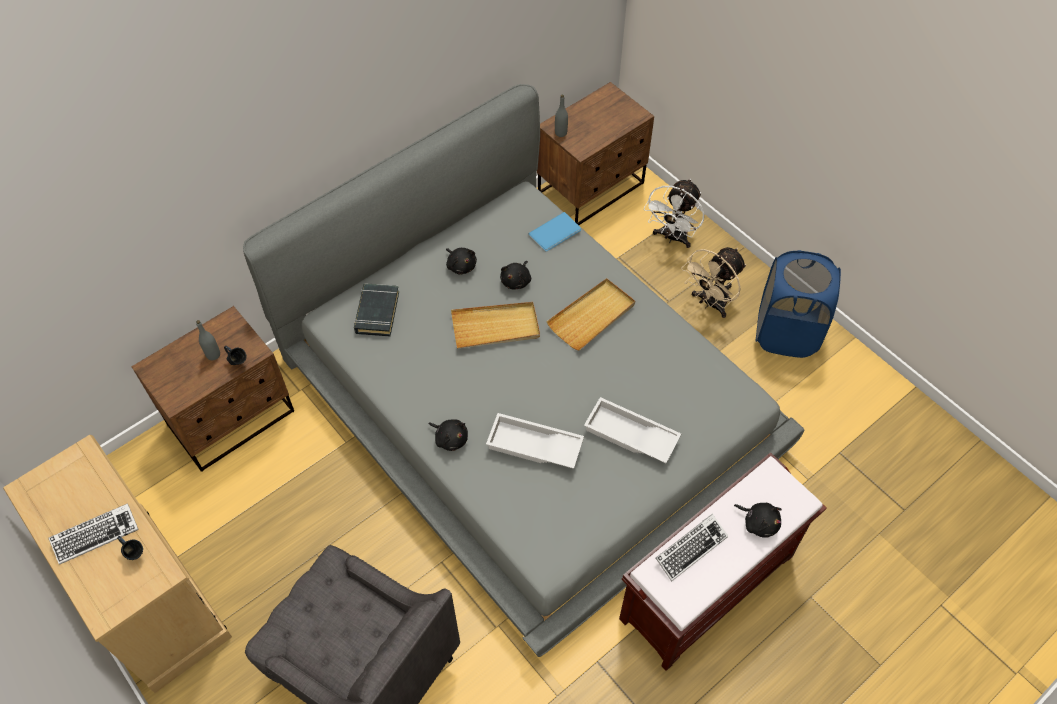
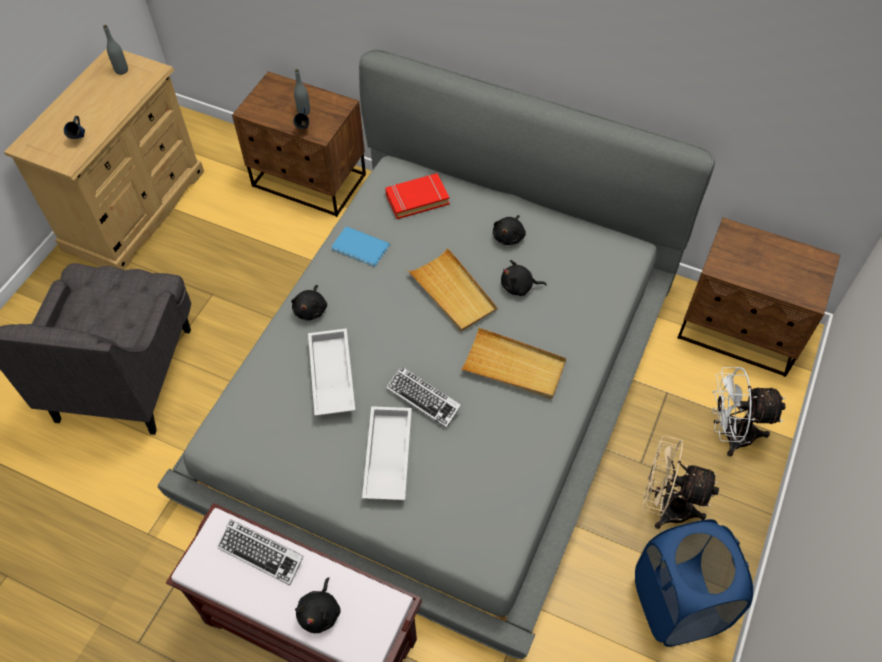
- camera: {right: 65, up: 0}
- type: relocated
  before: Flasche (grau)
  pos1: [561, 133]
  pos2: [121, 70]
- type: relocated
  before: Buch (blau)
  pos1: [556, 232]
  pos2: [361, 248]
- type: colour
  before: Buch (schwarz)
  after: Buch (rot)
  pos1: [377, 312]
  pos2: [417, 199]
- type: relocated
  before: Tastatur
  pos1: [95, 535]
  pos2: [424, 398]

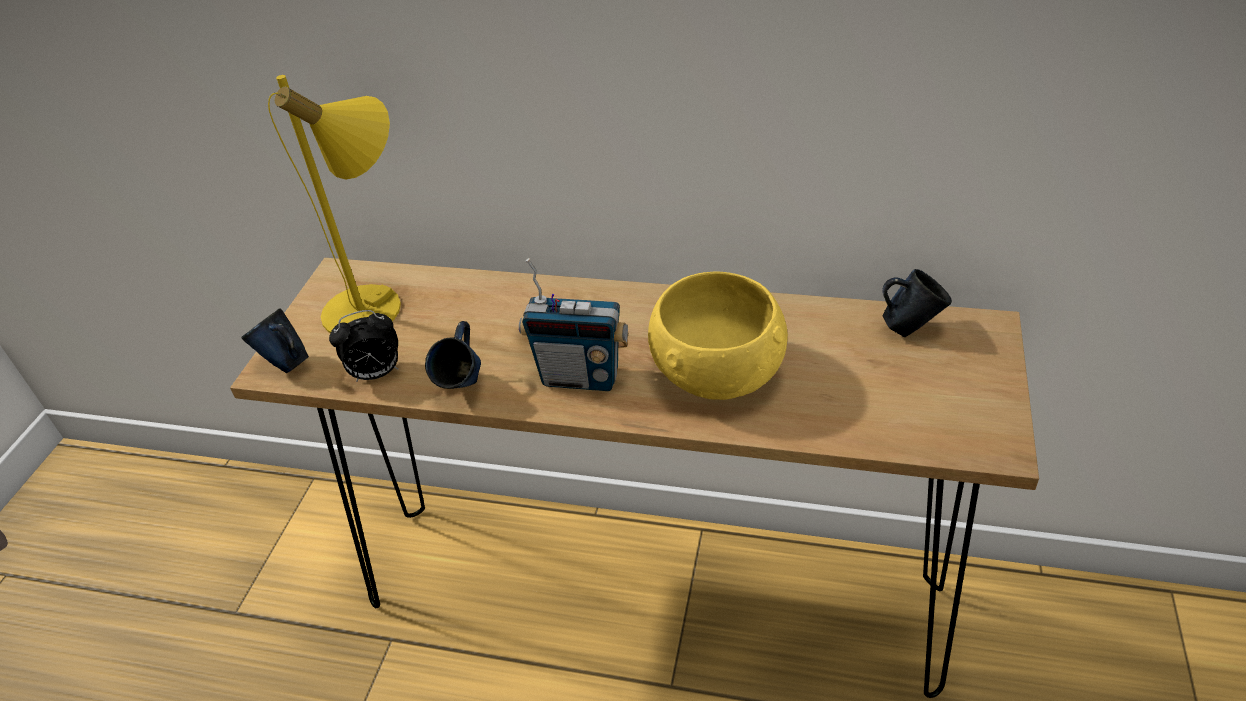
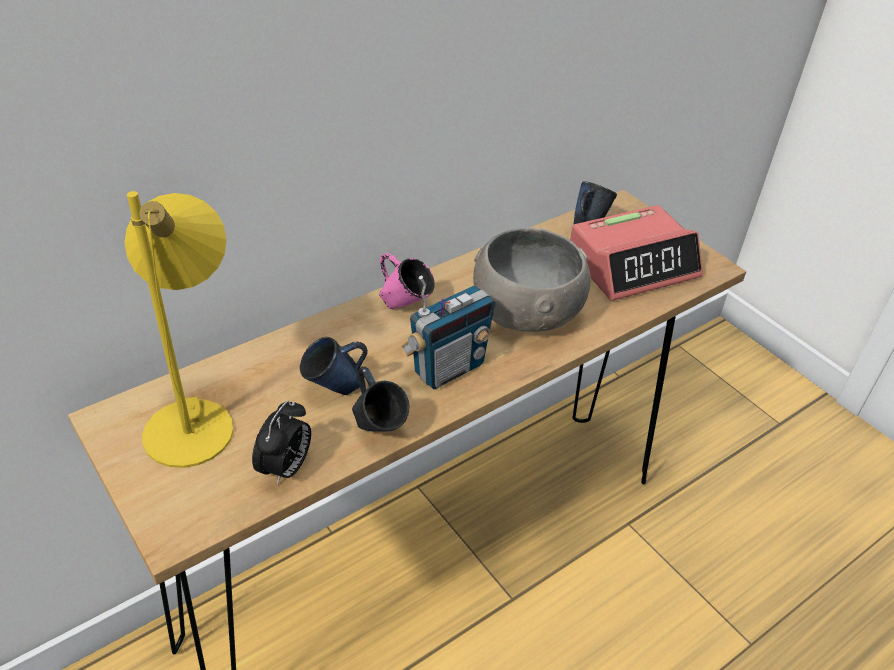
- camera: {right: -55, up: 0}
- type: colour
  before: Schüssel (gelb)
  after: Schüssel (grau)
  pos1: [717, 371]
  pos2: [525, 311]
- type: relocated
  before: Henkelbecher (blau)
  pos1: [286, 365]
  pos2: [335, 391]
- type: appeared
  after: Wecker
  pos2: [633, 265]
- type: appeared
  after: Henkelbecher (rosa)
  pos2: [404, 307]

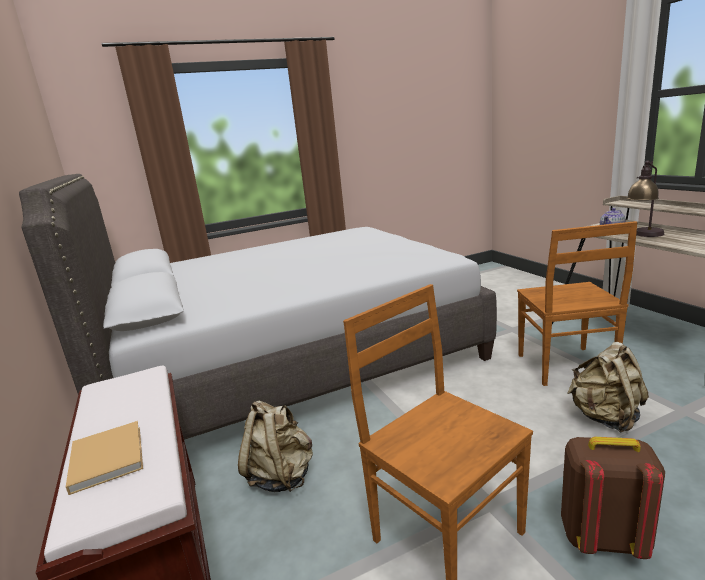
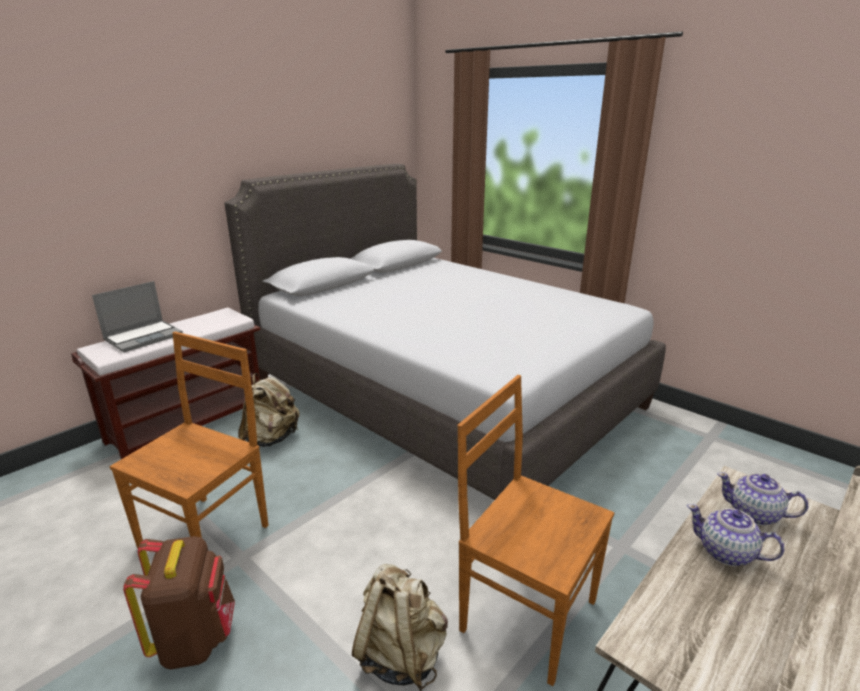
- camera: {right: 65, up: 5}
- type: exchanged
  before: Tischlampe
  after: Teekanne
  pos1: [643, 236]
  pos2: [726, 553]
- type: spun
  before: Stuhl (braun)
  pos1: [566, 367]
  pos2: [525, 613]
  turn: 60
- type: exchanged
  before: Buch (beige)
  after: Laptop
  pos1: [107, 456]
  pos2: [144, 337]

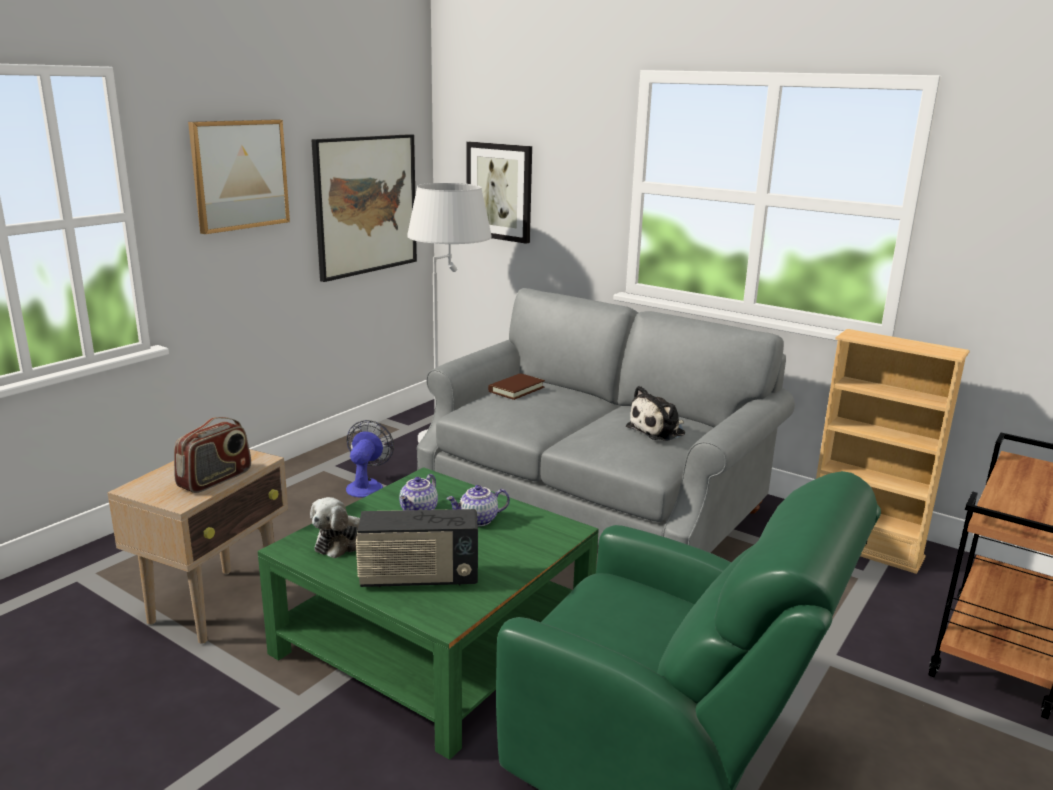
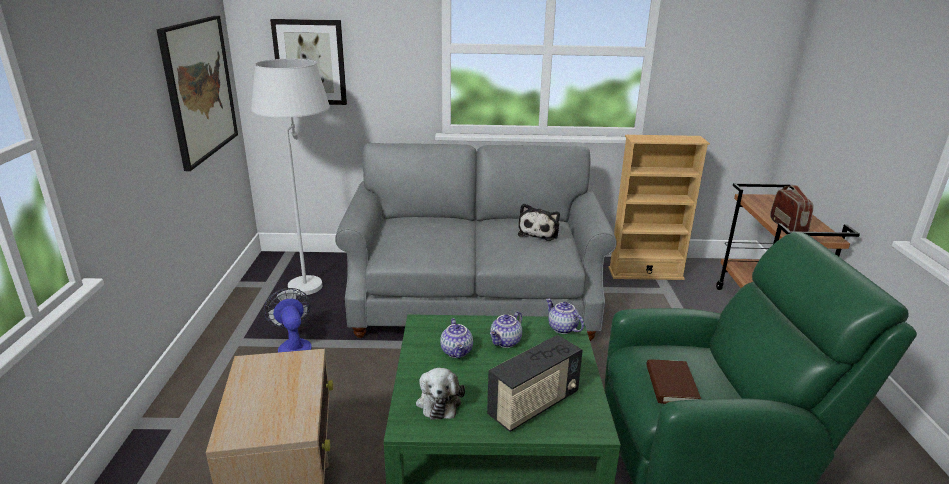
- camera: {right: -35, up: 5}
- type: missing
  before: Bild
  pos1: [239, 174]
- type: relocated
  before: Buch (braun)
  pos1: [516, 389]
  pos2: [671, 385]
- type: relocated
  before: Radio
  pos1: [215, 479]
  pos2: [787, 226]
- type: appeared
  after: Teekanne
  pos2: [562, 328]

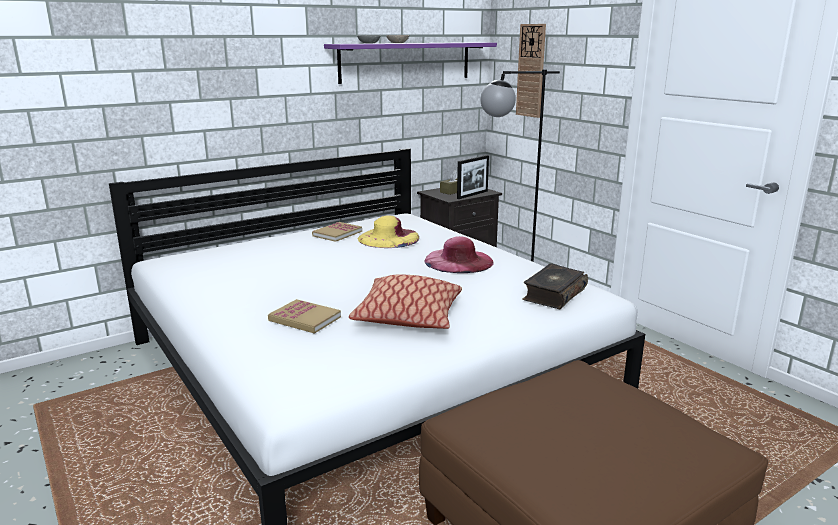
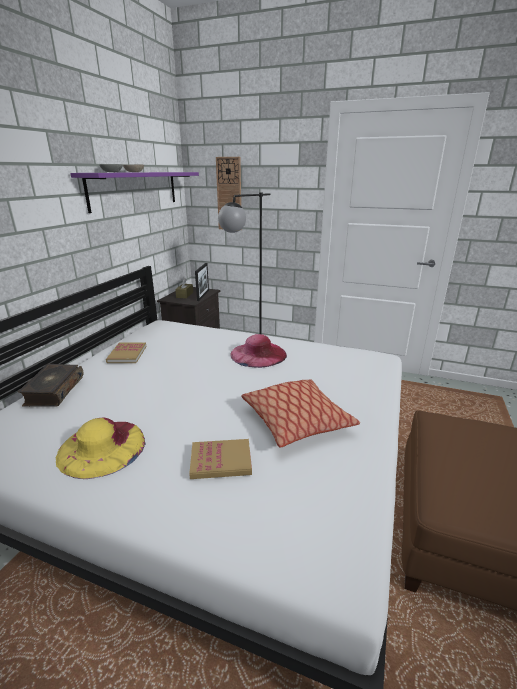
- camera: {right: -35, up: 5}
- type: relocated
  before: Hut (gelb)
  pos1: [388, 238]
  pos2: [102, 447]
- type: relocated
  before: Buch
  pos1: [553, 295]
  pos2: [54, 391]

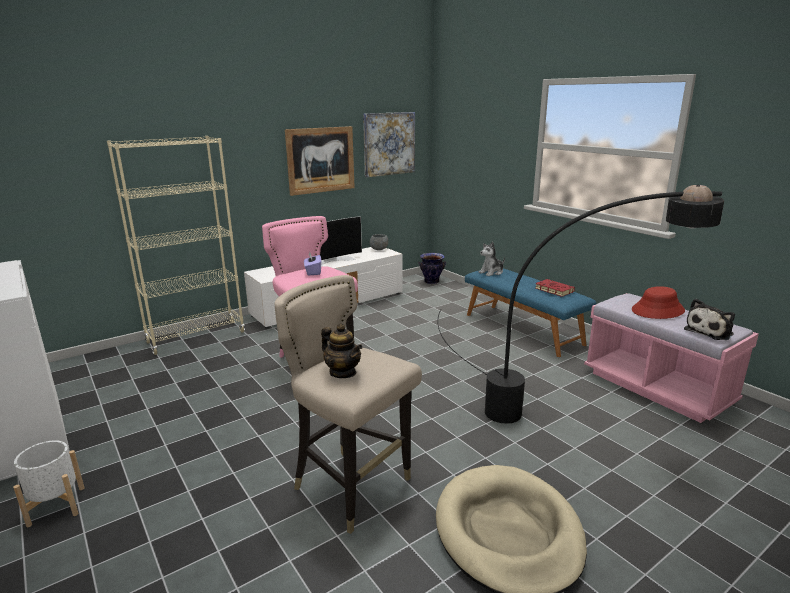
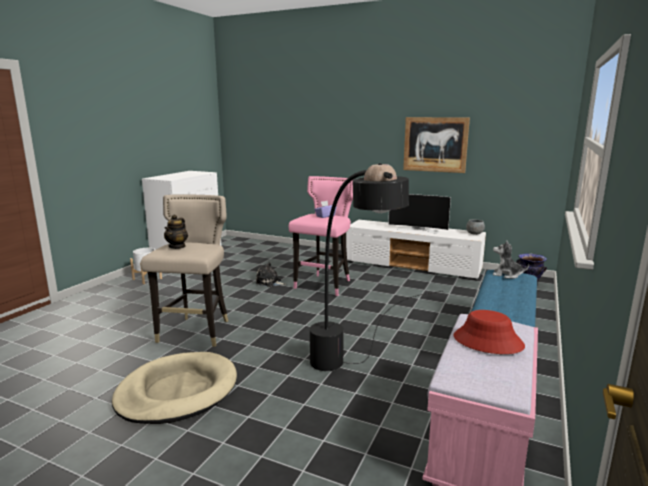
- camera: {right: 60, up: -5}
- type: missing
  before: Bild
  pos1: [389, 144]
- type: missing
  before: Bücherregal (beige)
  pos1: [196, 337]
- type: missing
  before: Buch (rot)
  pos1: [553, 290]
- type: relocated
  before: Plüschtier
  pos1: [710, 331]
  pos2: [269, 282]

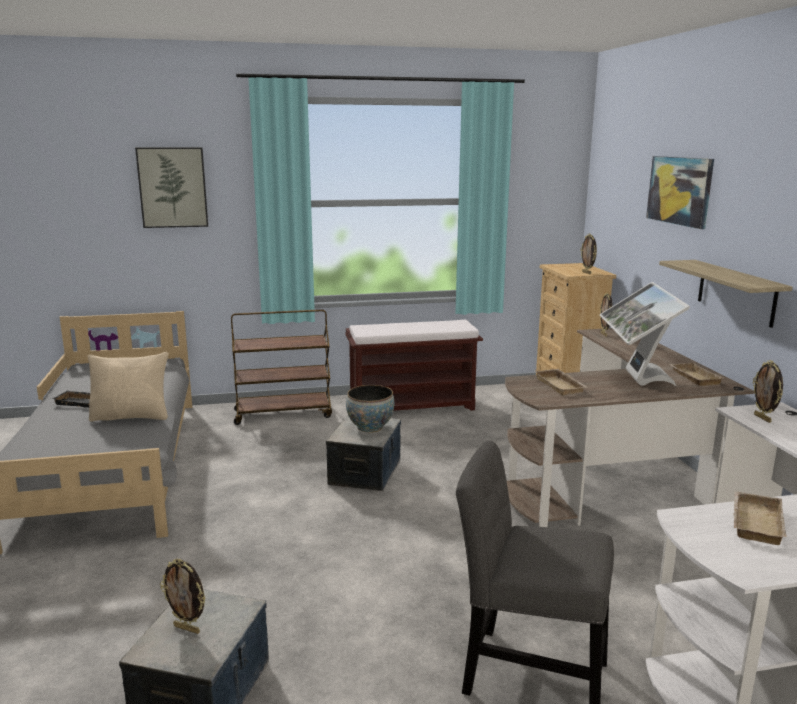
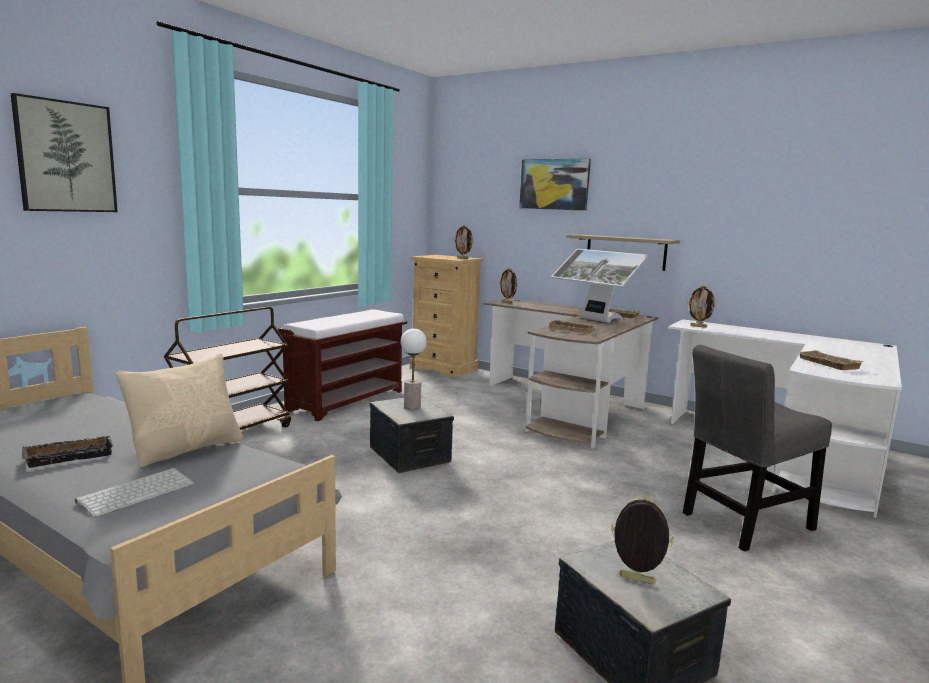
- camera: {right: -45, up: -5}
- type: exchanged
  before: Schüssel
  after: Tischlampe
  pos1: [370, 427]
  pos2: [412, 406]
- type: spun
  before: Bilderrahmen
  pos1: [187, 628]
  pos2: [636, 580]
  turn: -135
- type: appeared
  after: Tastatur
  pos2: [137, 492]

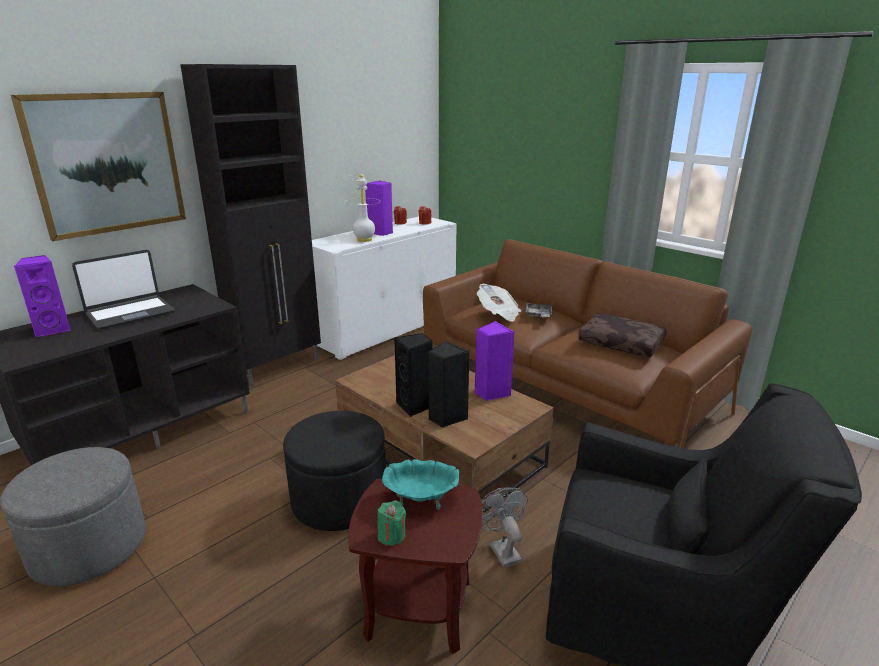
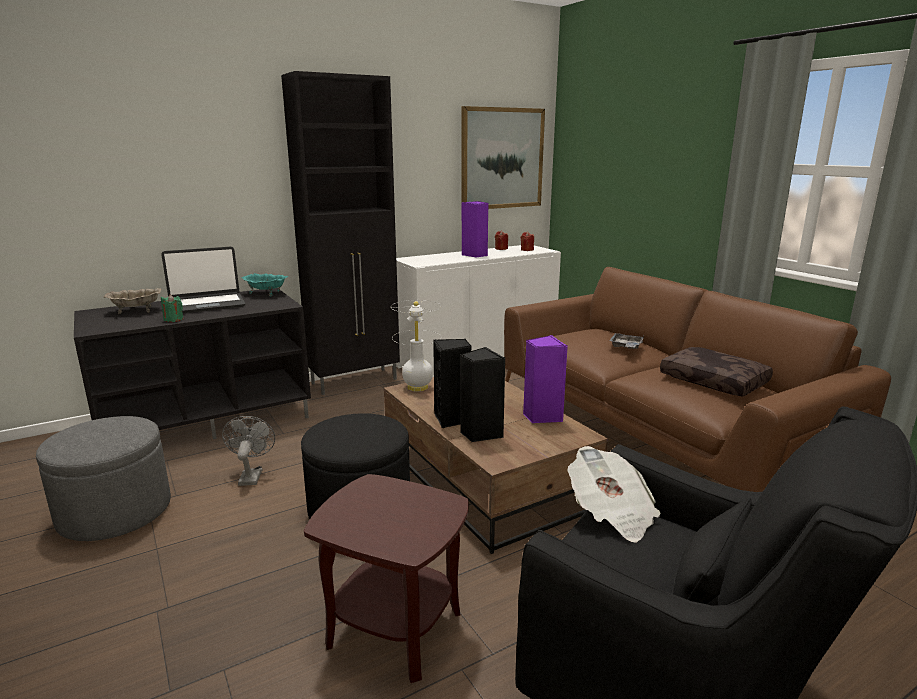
- camera: {right: 15, up: -5}
- type: relocated
  before: Bild
  pos1: [107, 163]
  pos2: [502, 158]
- type: relocated
  before: Tischlampe (weiß)
  pos1: [364, 240]
  pos2: [417, 387]
- type: exchanged
  before: Lautsprecher (lila)
  after: Schüssel (beige)
  pos1: [53, 329]
  pos2: [136, 311]
- type: relocated
  before: Zeitung
  pos1: [498, 314]
  pos2: [612, 514]
- type: relocated
  before: Schüssel (türkis)
  pos1: [421, 498]
  pos2: [267, 293]
- type: relocated
  before: Ventilator (grau)
  pos1: [501, 549]
  pos2: [251, 475]
- type: relocated
  before: Kerze (grün)
  pos1: [392, 536]
  pos2: [173, 319]

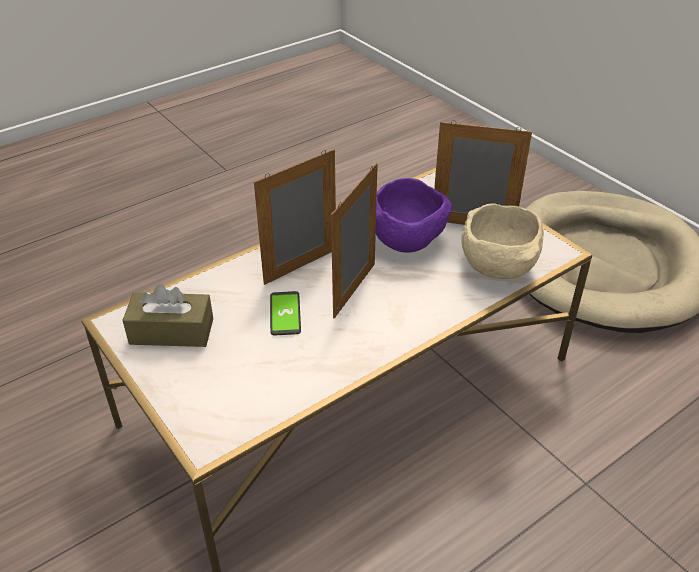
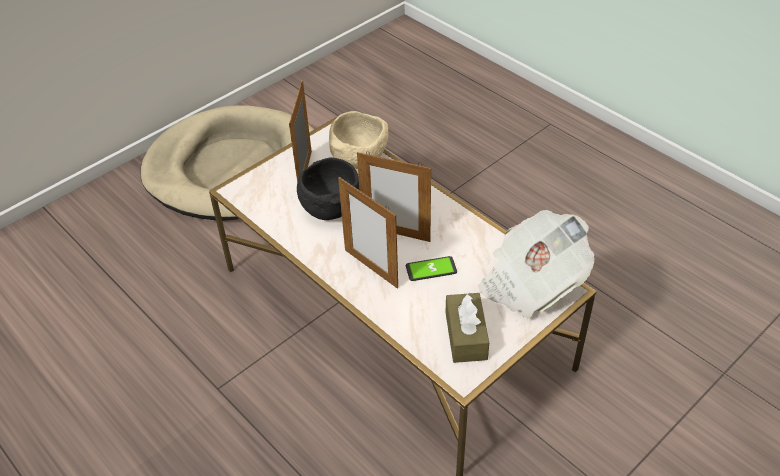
- camera: {right: -95, up: 5}
- type: colour
  before: Schüssel (lila)
  after: Schüssel (schwarz)
  pos1: [407, 241]
  pos2: [330, 208]
- type: appeared
  after: Zeitung
  pos2: [531, 282]

